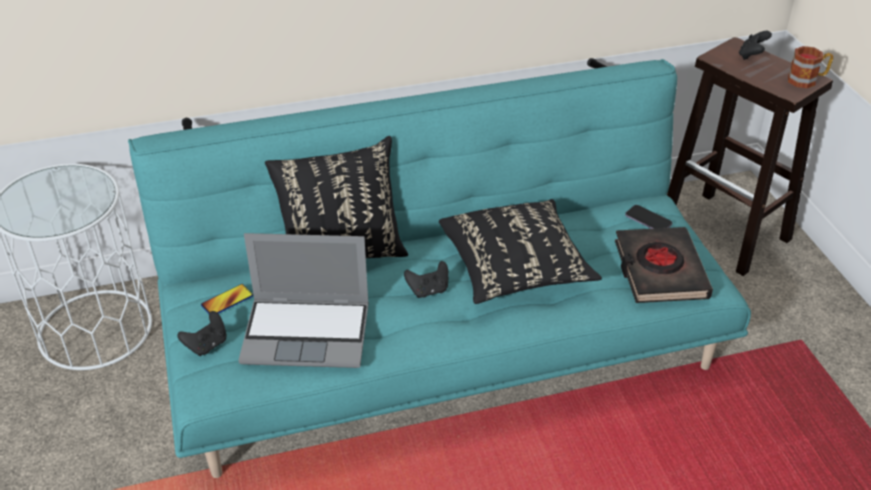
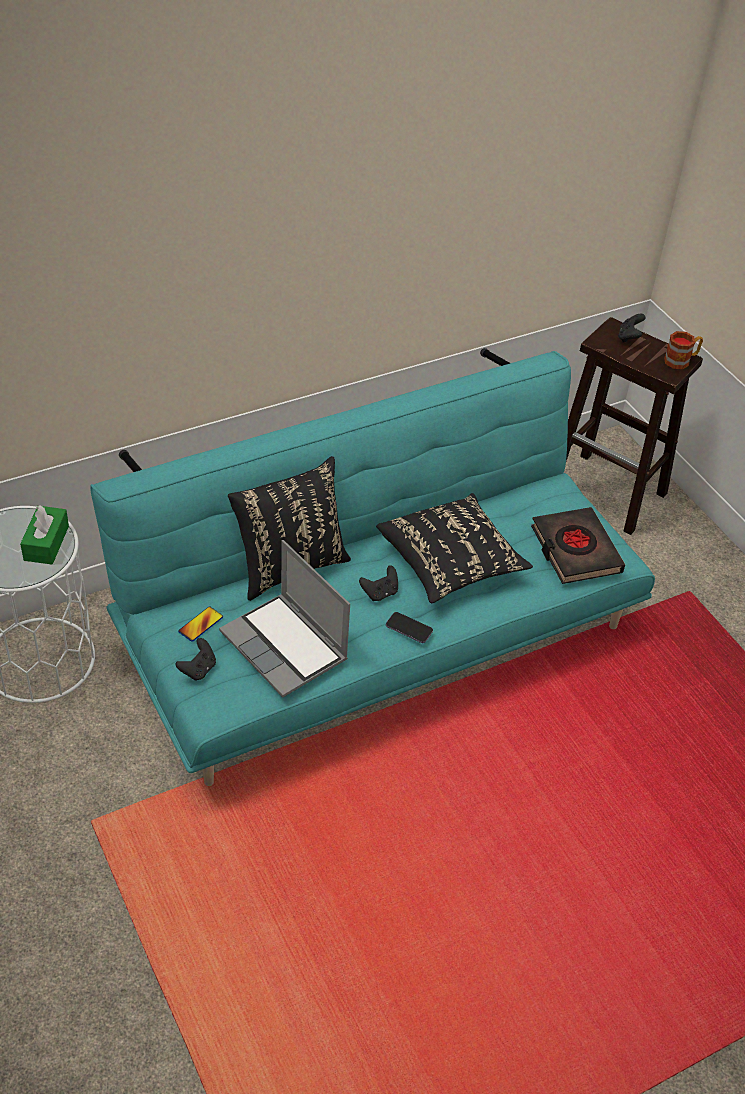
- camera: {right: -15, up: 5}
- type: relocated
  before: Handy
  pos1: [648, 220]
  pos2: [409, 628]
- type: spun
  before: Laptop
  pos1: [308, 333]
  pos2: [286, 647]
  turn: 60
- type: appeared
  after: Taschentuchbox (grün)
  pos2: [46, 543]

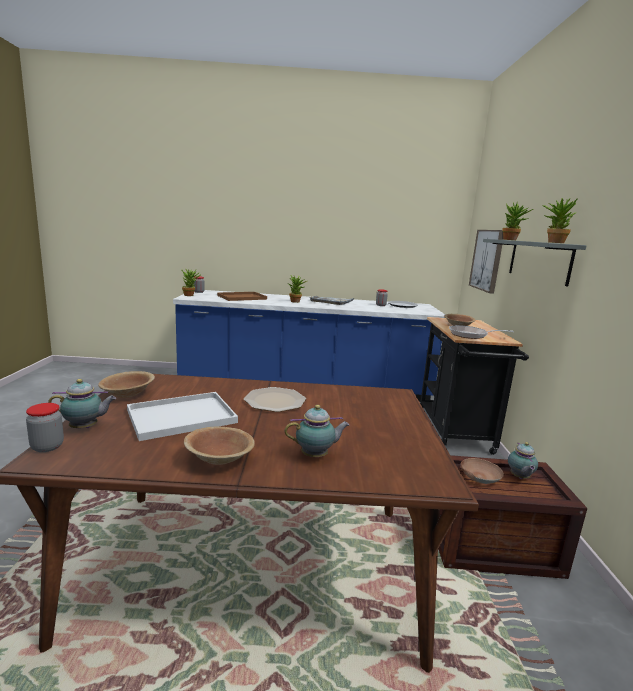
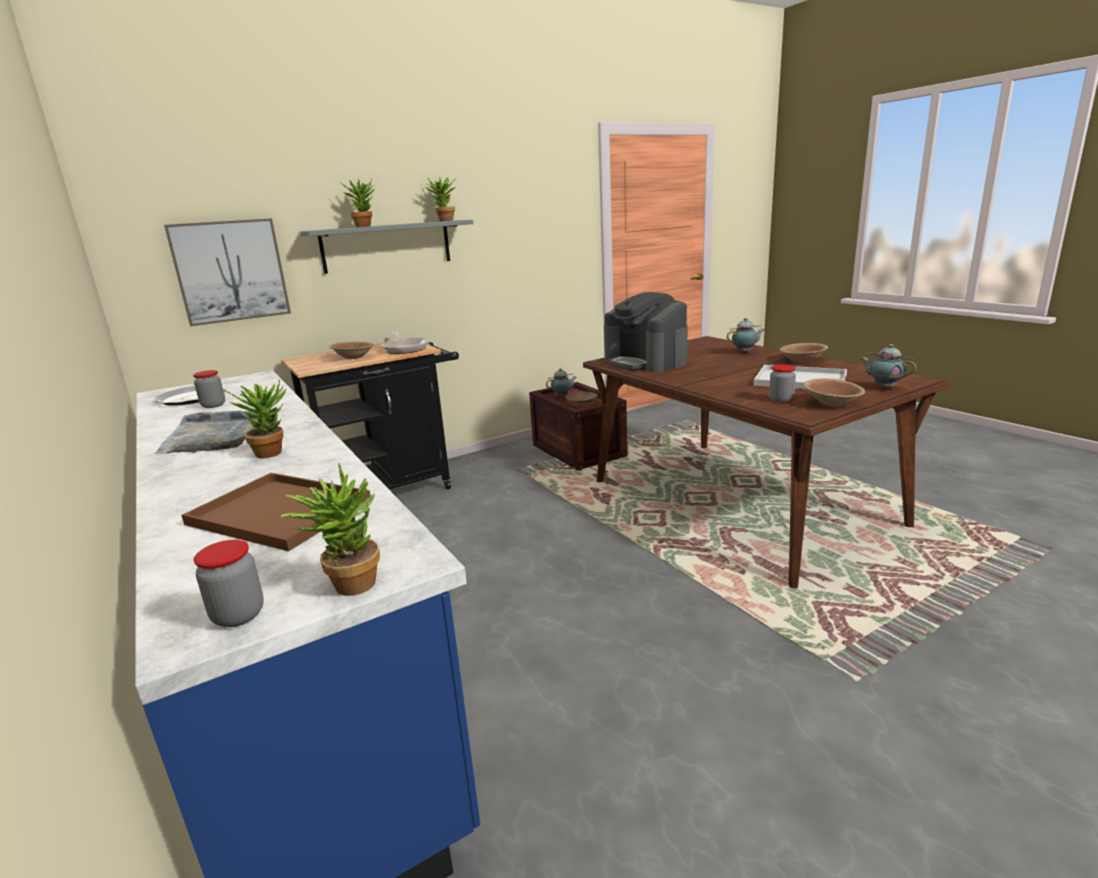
- camera: {right: -120, up: 5}
- type: missing
  before: Teller
  pos1: [275, 400]
- type: relocated
  before: Vorratsglas
  pos1: [47, 446]
  pos2: [781, 400]
- type: spun
  before: Teekanne
  pos1: [316, 456]
  pos2: [745, 352]
  turn: 120
- type: appeared
  after: Kaffeemaschine
  pos2: [646, 362]

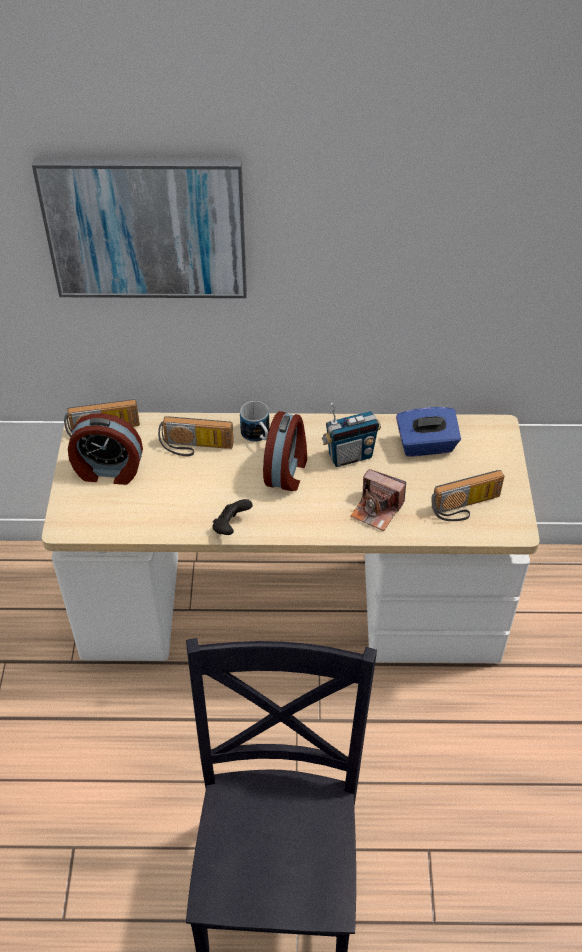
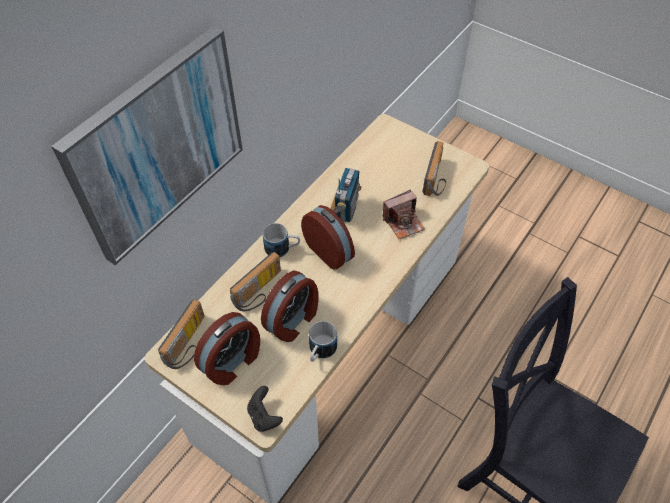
- camera: {right: -55, up: 5}
- type: missing
  before: Taschentuchbox (blau)
  pos1: [426, 445]
- type: relocated
  before: Gamepad (schwarz)
  pos1: [231, 526]
  pos2: [264, 416]
- type: appeared
  after: Wecker
  pos2: [293, 320]
- type: appeared
  after: Henkelbecher
  pos2: [320, 352]

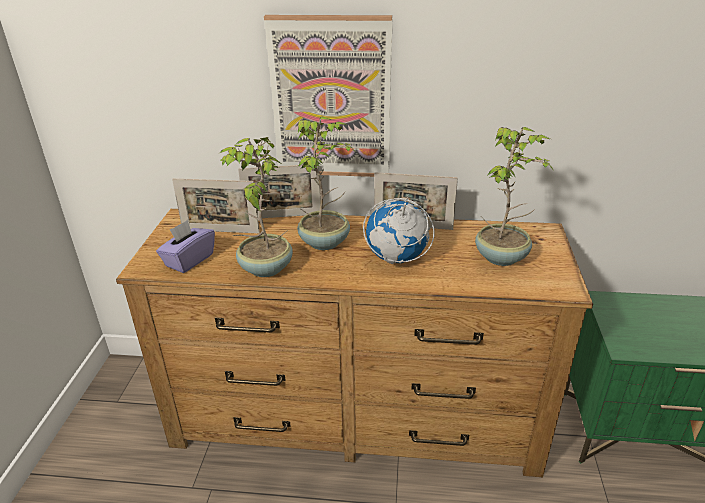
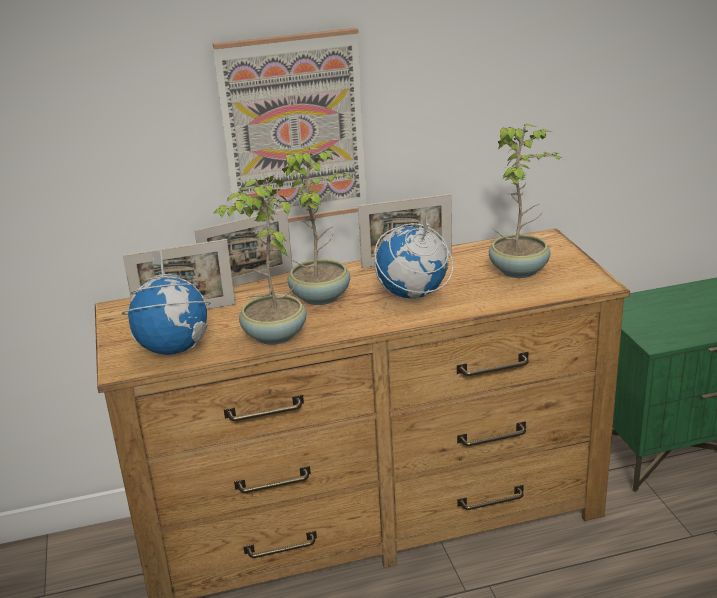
- camera: {right: -20, up: -5}
- type: exchanged
  before: Taschentuchbox (lila)
  after: Globus
  pos1: [189, 260]
  pos2: [174, 348]

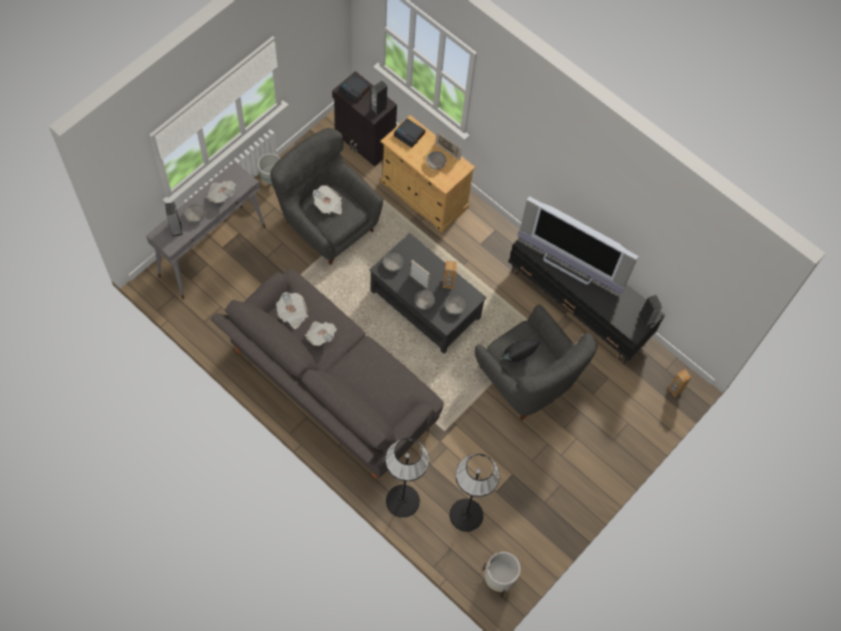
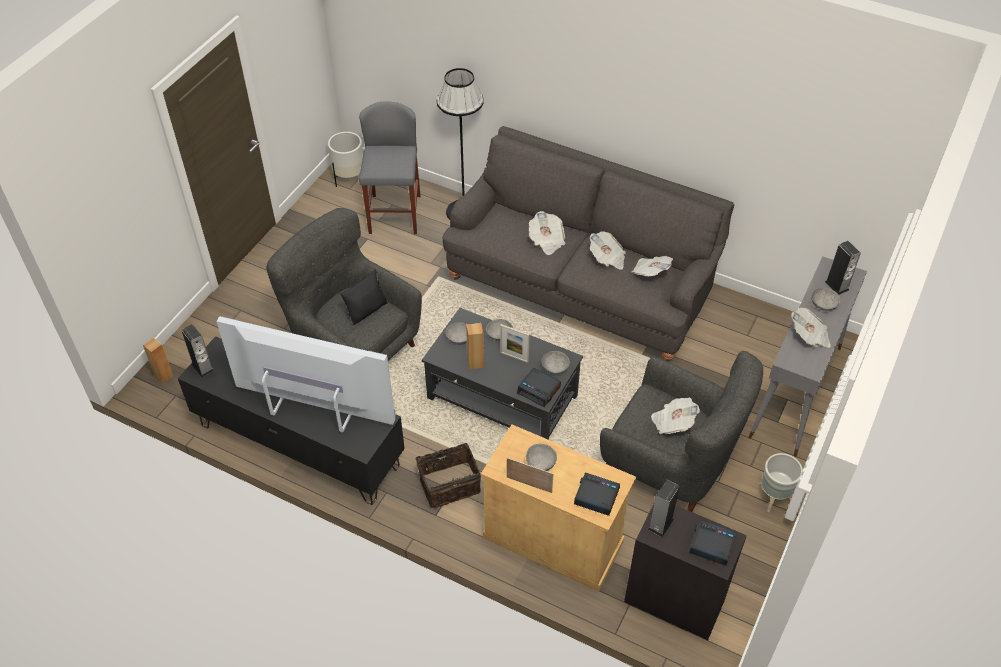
- camera: {right: 170, up: -15}
- type: exchanged
  before: Stehlampe (schwarz)
  after: Hocker (grau)
  pos1: [466, 515]
  pos2: [394, 214]
- type: appeared
  after: Zeitung
  pos2: [546, 240]
- type: appeared
  after: Wecker
  pos2: [539, 390]
- type: appeared
  after: Korb
  pos2: [449, 483]

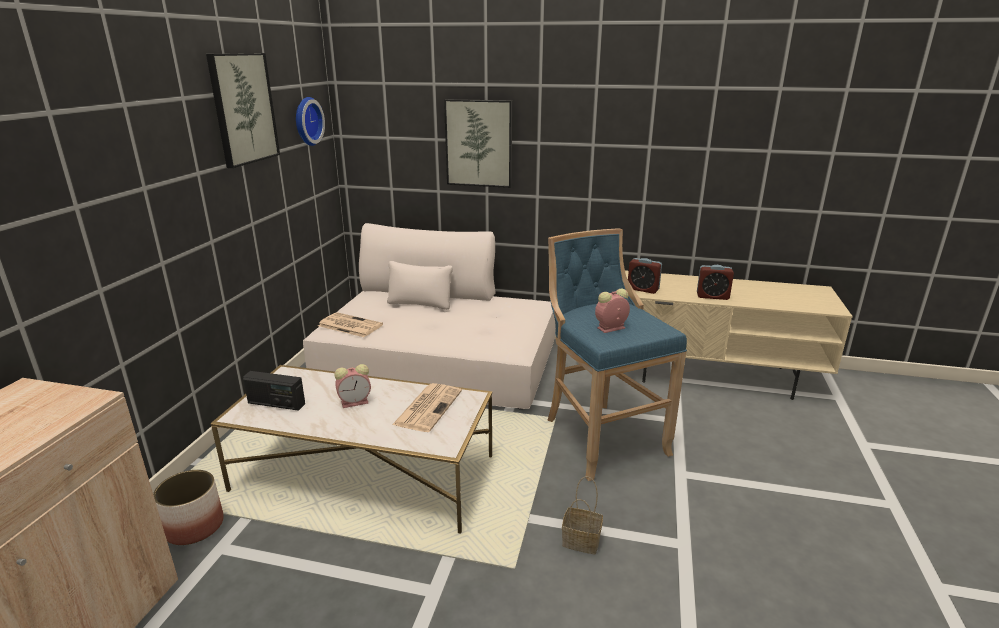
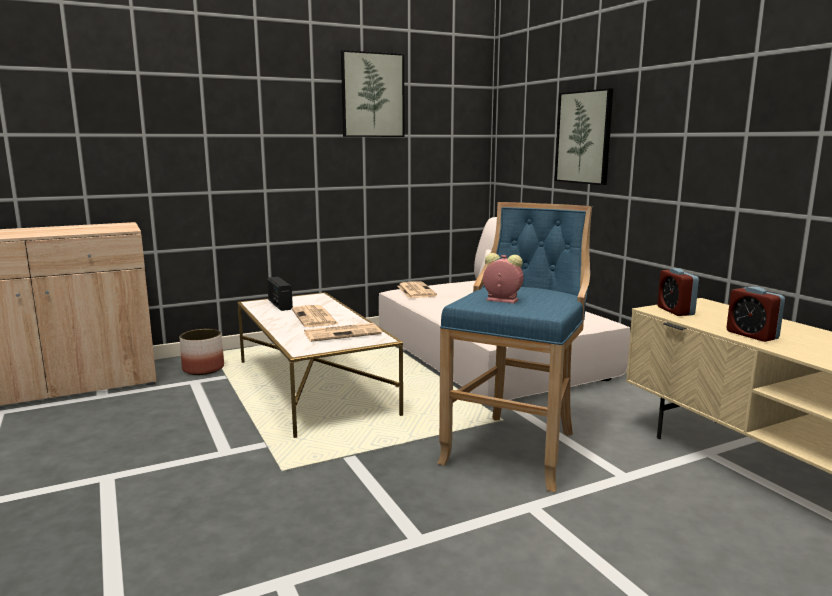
- camera: {right: 50, up: -10}
- type: missing
  before: Wanduhr
  pos1: [306, 121]
- type: exchanged
  before: Wecker
  after: Zeitung
  pos1: [356, 402]
  pos2: [315, 317]
- type: missing
  before: Korb
  pos1: [579, 541]

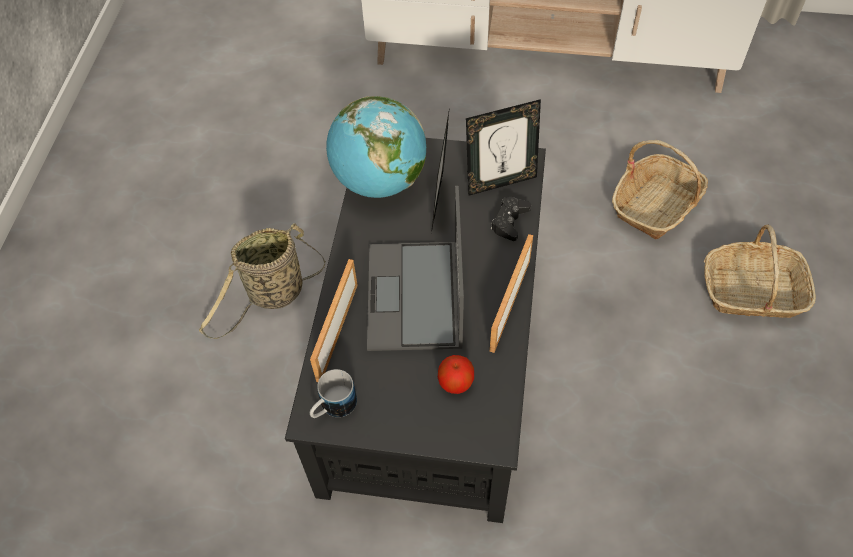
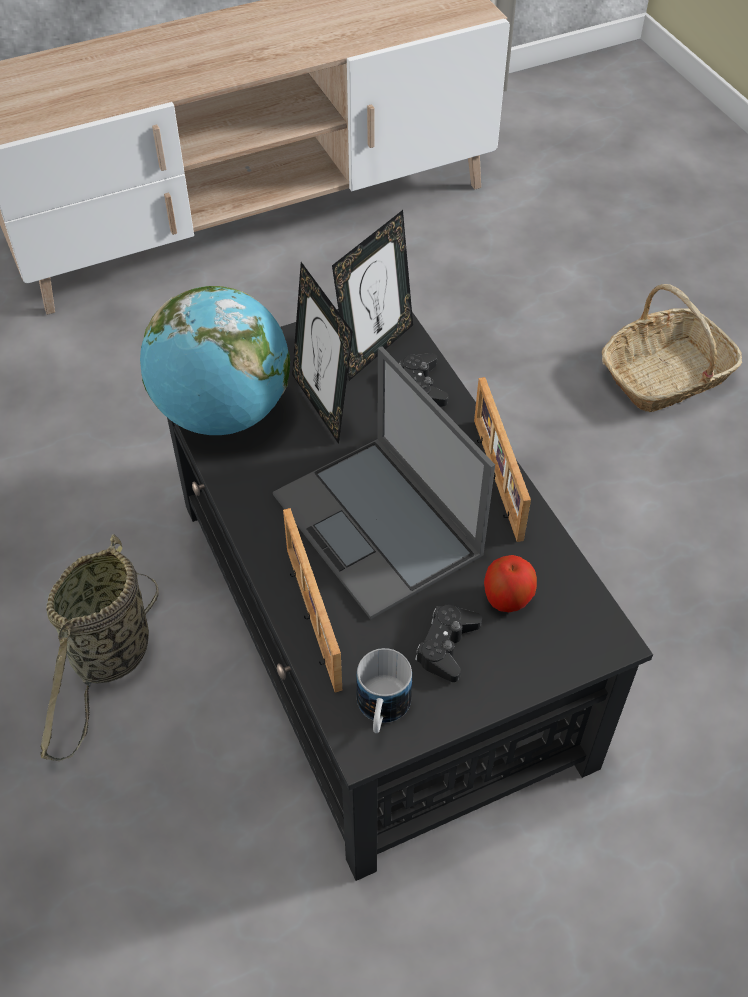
- camera: {right: -35, up: -5}
- type: missing
  before: Korb
  pos1: [656, 205]
- type: appeared
  after: Gamepad (schwarz)
  pos2: [447, 646]

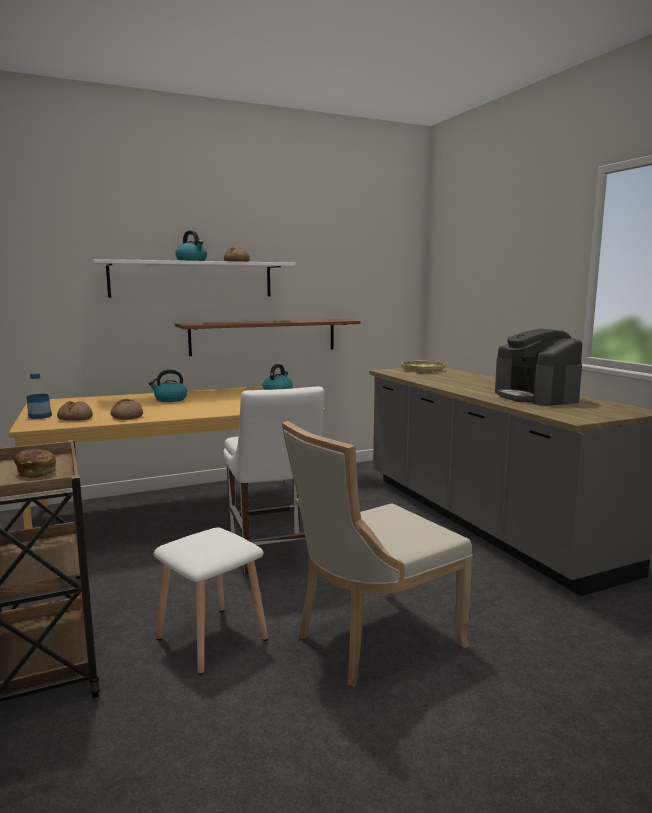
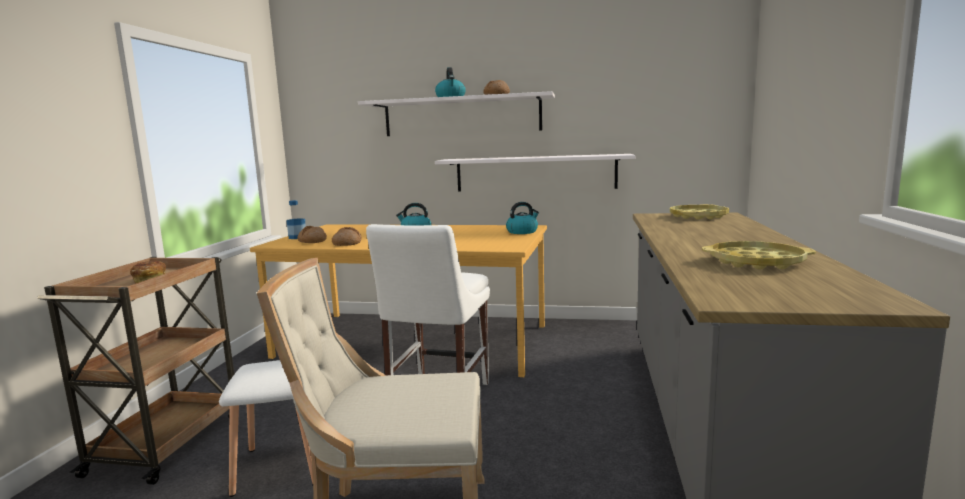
- camera: {right: 35, up: 0}
- type: colour
  before: Wandregal (braun)
  after: Wandregal (weiß)
  pos1: [264, 336]
  pos2: [535, 173]
- type: exchanged
  before: Kaffeemaschine
  after: Tablett (gelb)
  pos1: [536, 397]
  pos2: [756, 262]

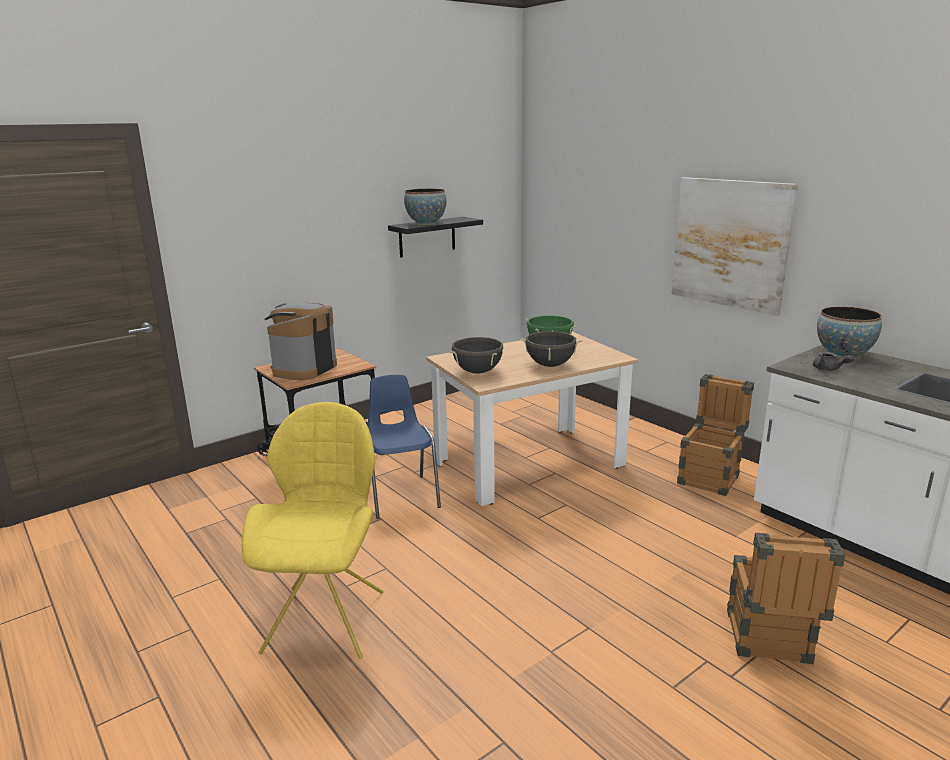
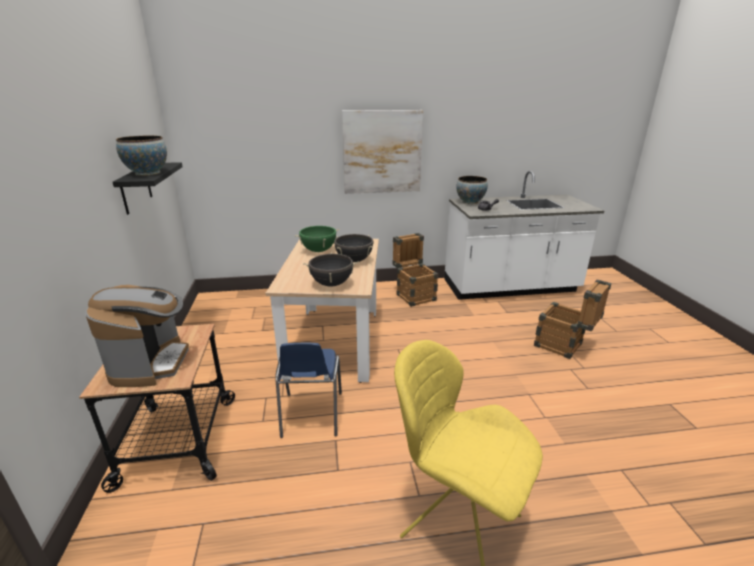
- camera: {right: -60, up: 5}
- type: spun
  before: Kaffeemaschine
  pos1: [303, 369]
  pos2: [151, 363]
  turn: -150
- type: spun
  before: Stuhl (blau)
  pos1: [401, 495]
  pos2: [311, 415]
  turn: -105

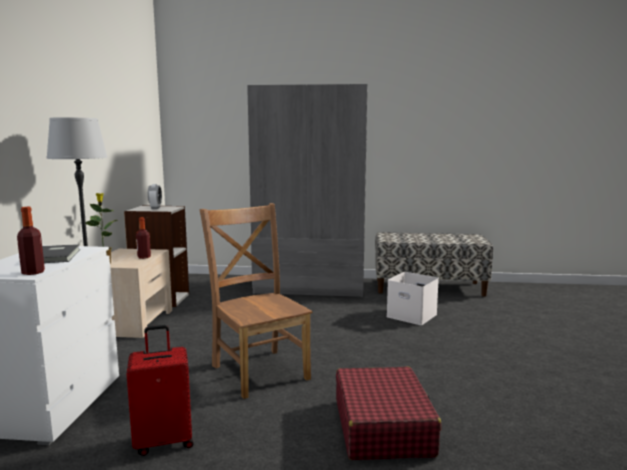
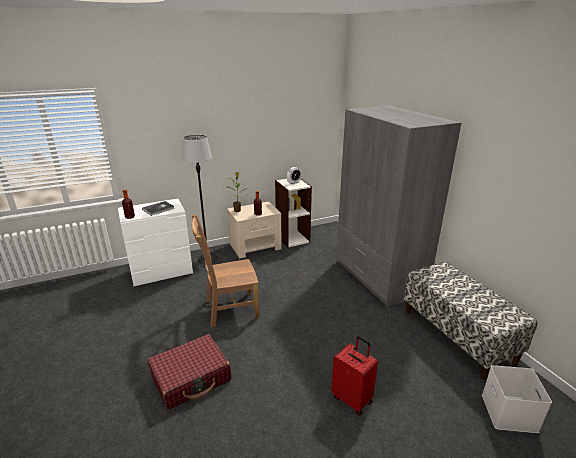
- camera: {right: 60, up: 15}
- type: spun
  before: Stuhl (braun)
  pos1: [259, 370]
  pos2: [229, 309]
  turn: -135
- type: relocated
  before: Aufbewahrungsbox (weiß)
  pos1: [413, 315]
  pos2: [510, 413]
- type: relocated
  before: Koffer (rot)
  pos1: [164, 441]
  pos2: [352, 399]

